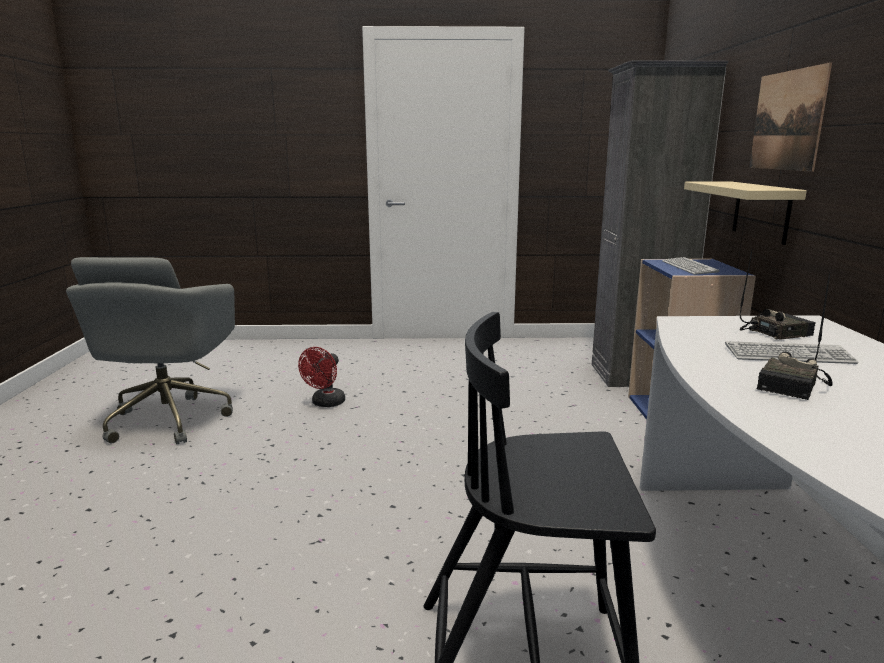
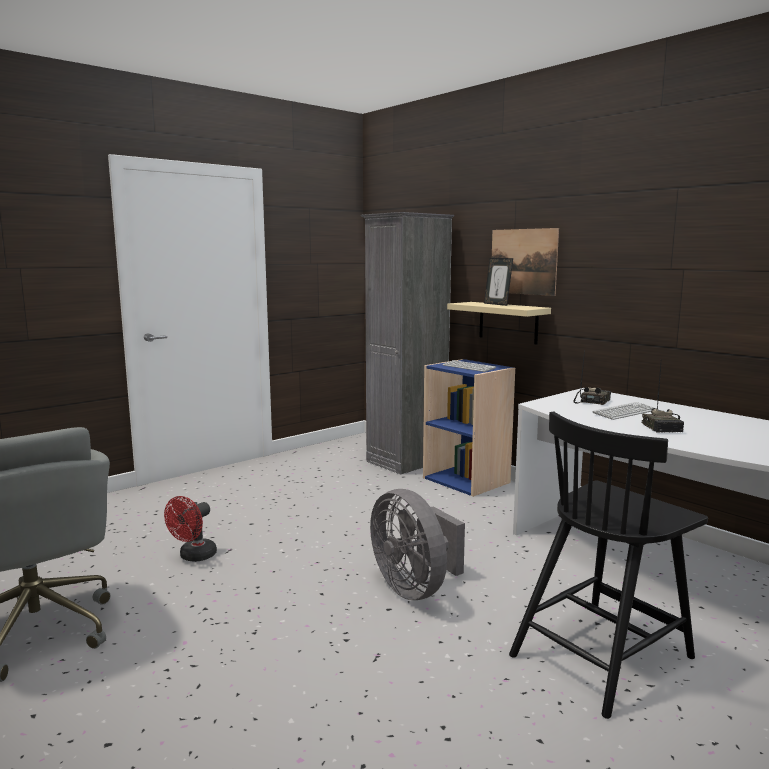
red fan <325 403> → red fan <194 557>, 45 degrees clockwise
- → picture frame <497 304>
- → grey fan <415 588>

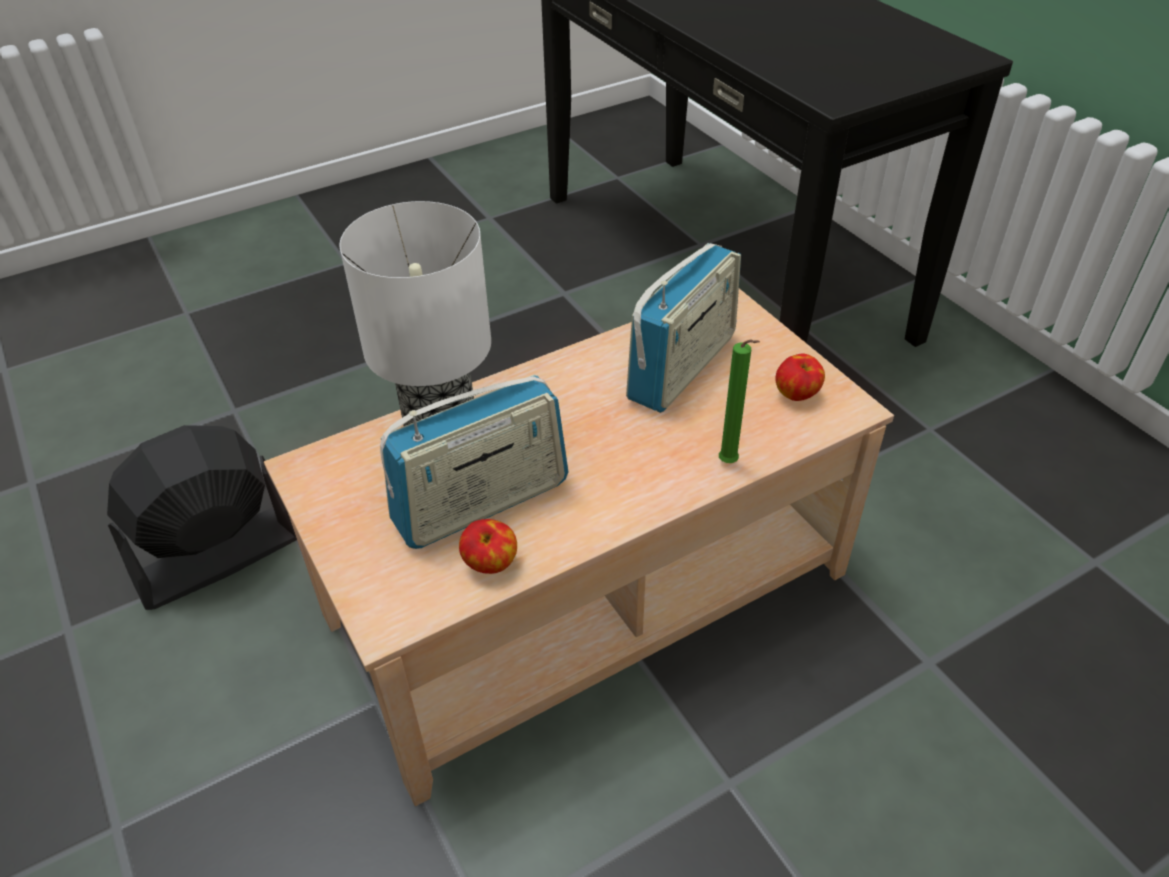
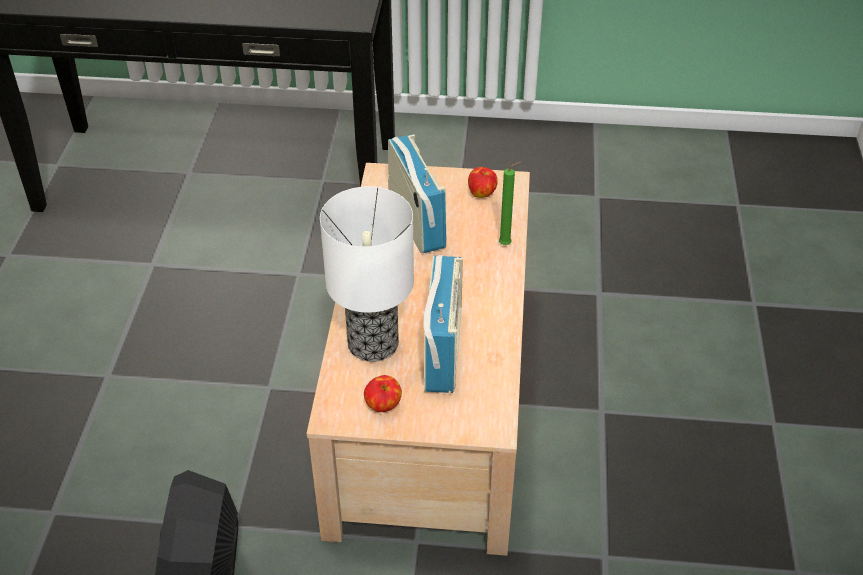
apple <490 564> → apple <383 406>, relocated

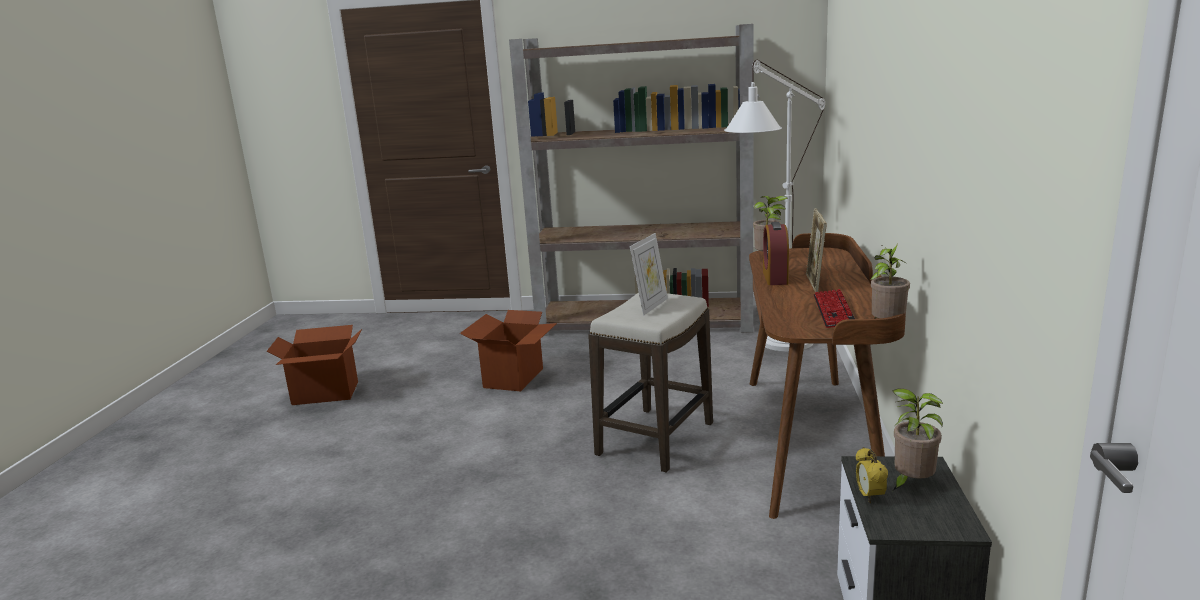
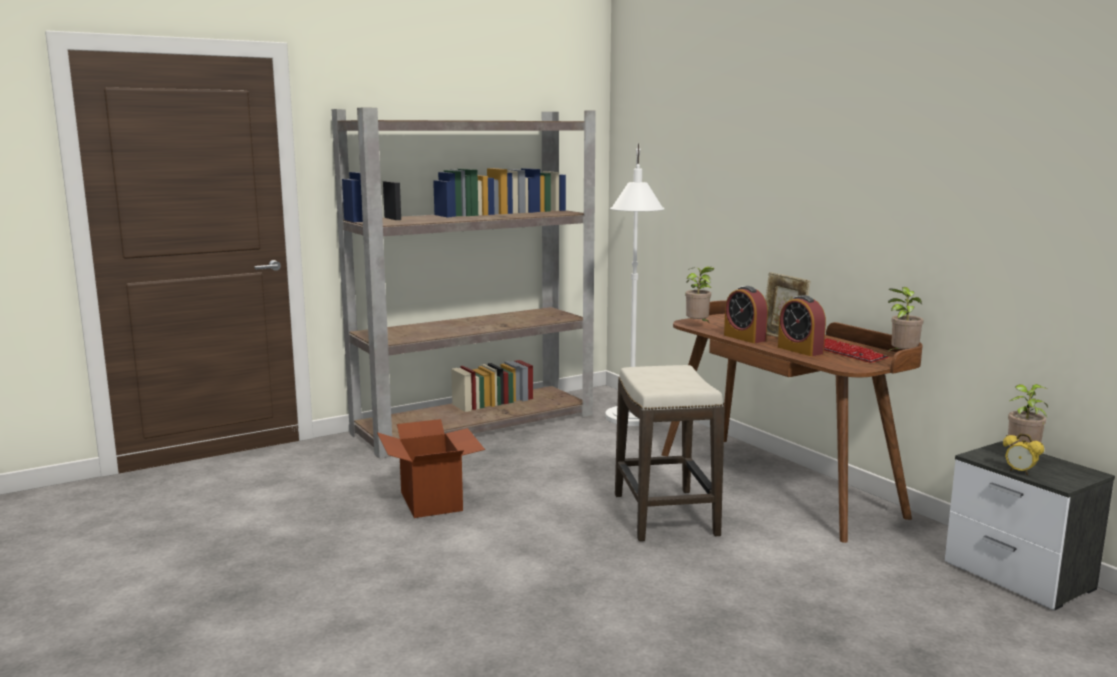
picture frame <650 306> → -
cardboard box <325 394> → -
- → alarm clock <800 350>

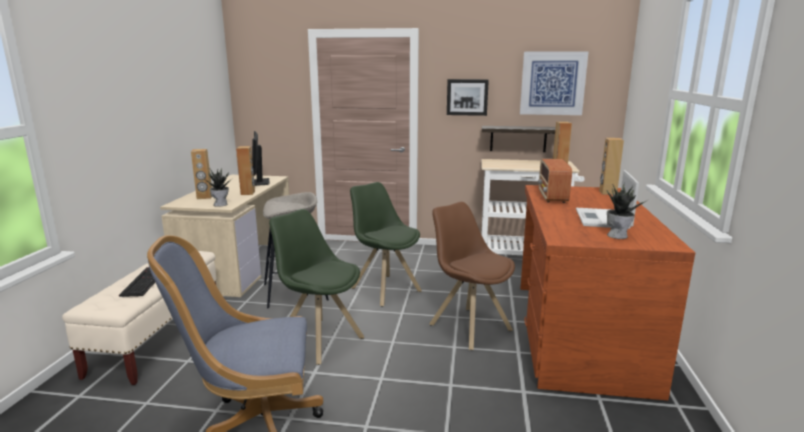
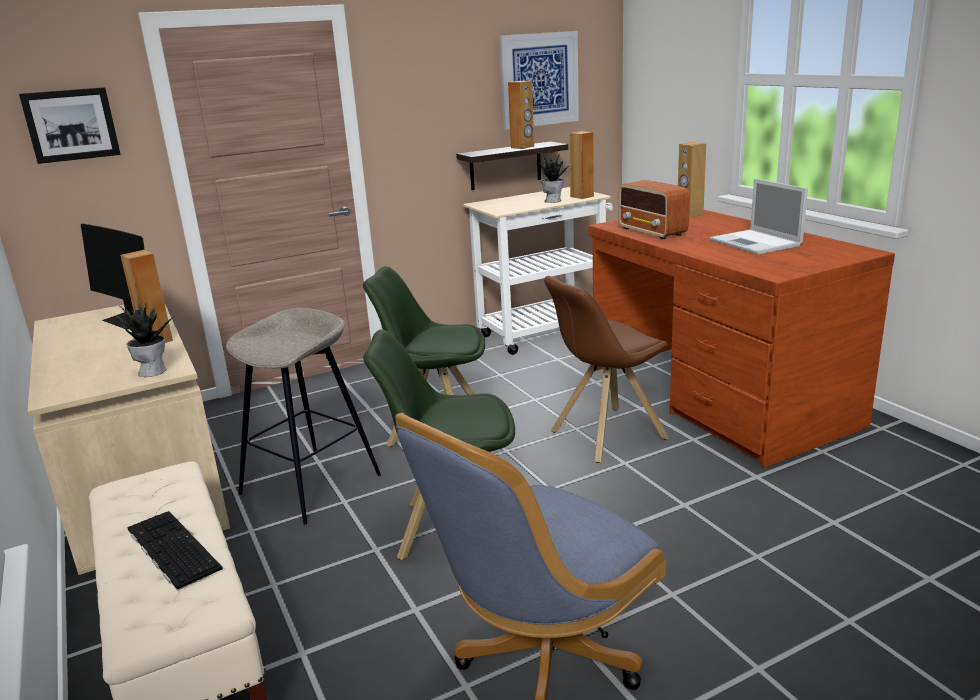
picture <467 97> → picture <71 125>, relocated
brown speaker <204 197> → brown speaker <522 147>, relocated
potted plant <618 235> → potted plant <553 200>, relocated
brown chair <469 327> → brown chair <607 434>, 45 degrees counterclockwise

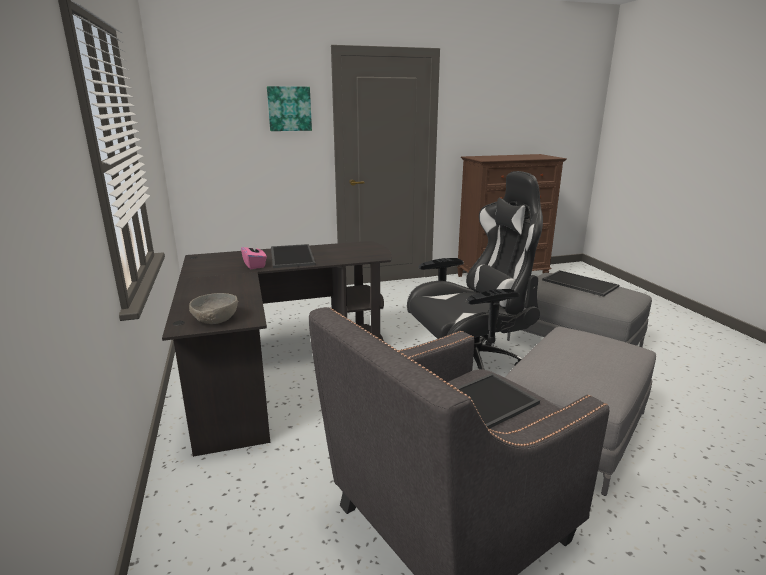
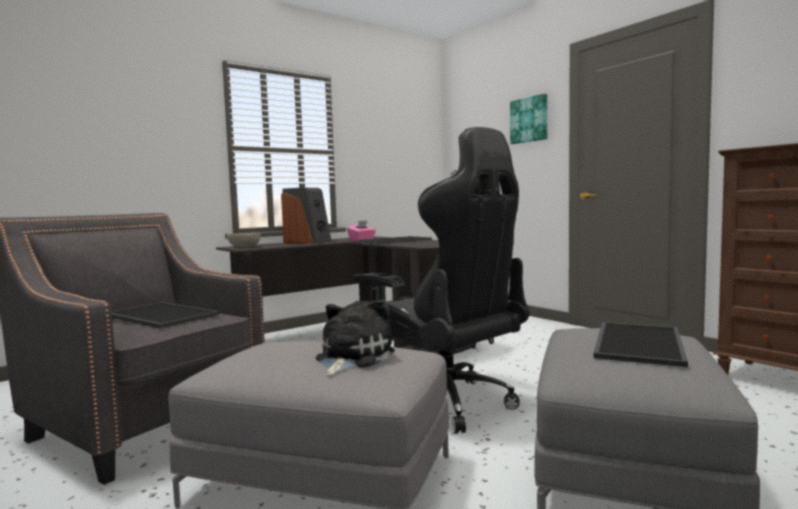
- → speaker <307 242>
- → plush toy <351 358>

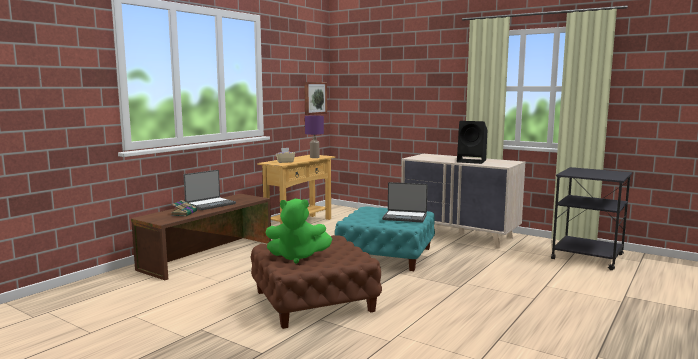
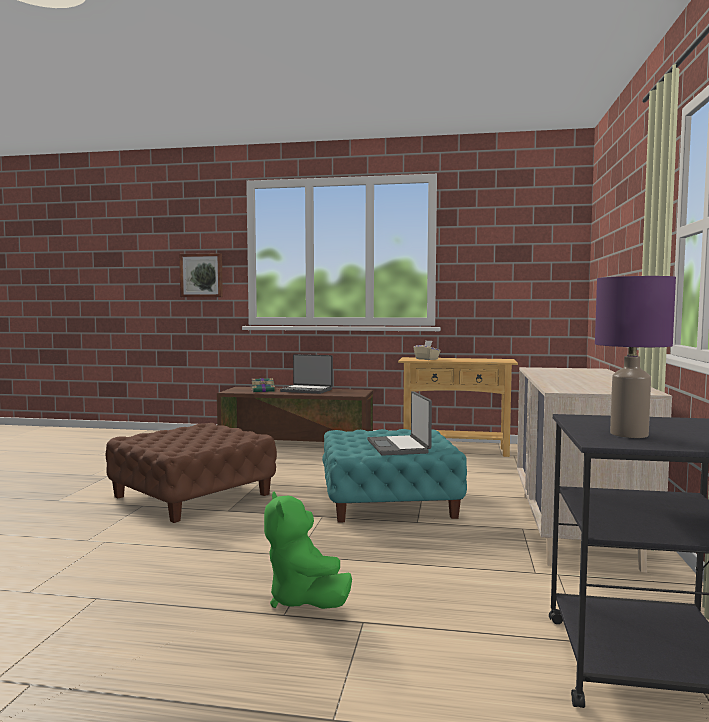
picture <314 98> → picture <201 275>, relocated
purple table lamp <314 157> → purple table lamp <630 434>, relocated
black speaker <472 161> → -
green plush toy <297 257> → green plush toy <304 600>, relocated

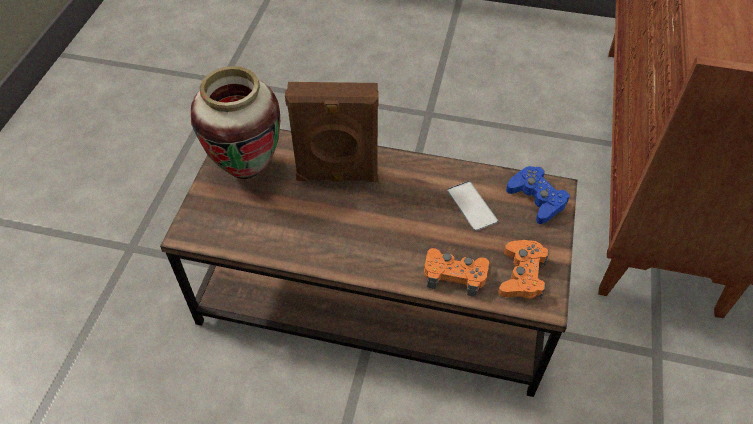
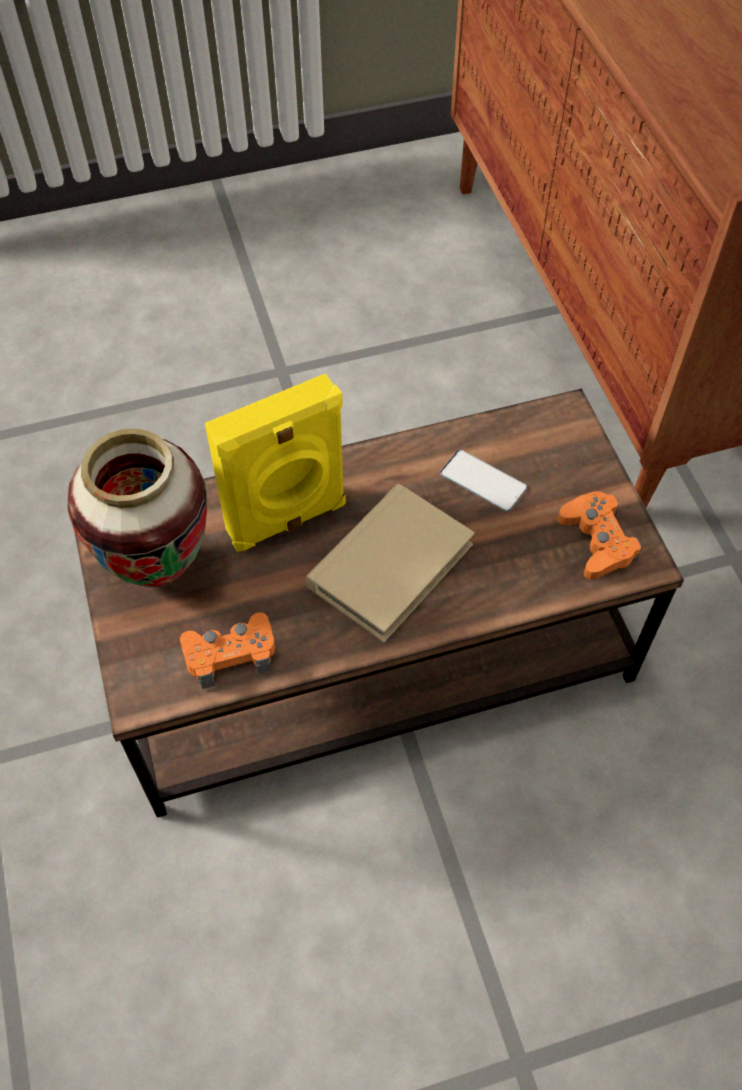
brown speaker <337 176> → yellow speaker <287 520>
blue game controller <536 199> → -
orange game controller <454 275> → orange game controller <230 654>, relocated
- → beige book <390 565>

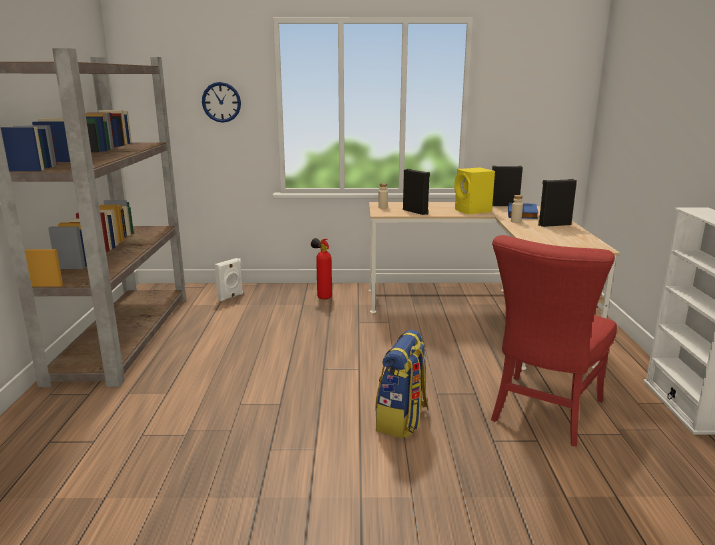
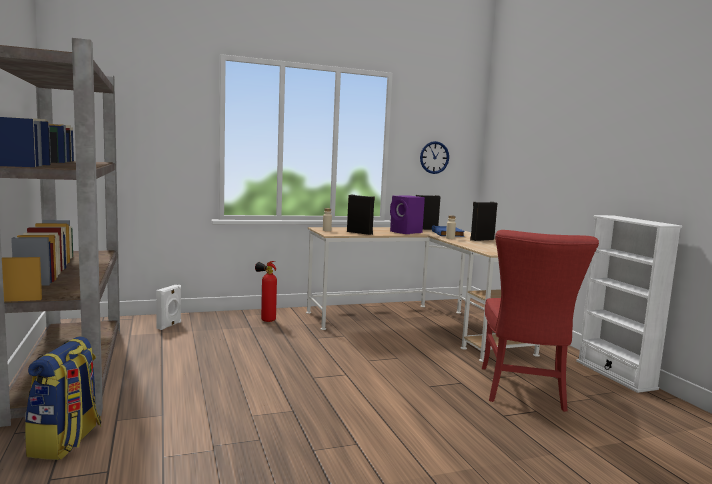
wall clock <221 102> → wall clock <434 157>, relocated
yellow speaker <473 211> → purple speaker <406 232>
backpack <402 421> → backpack <66 442>, relocated

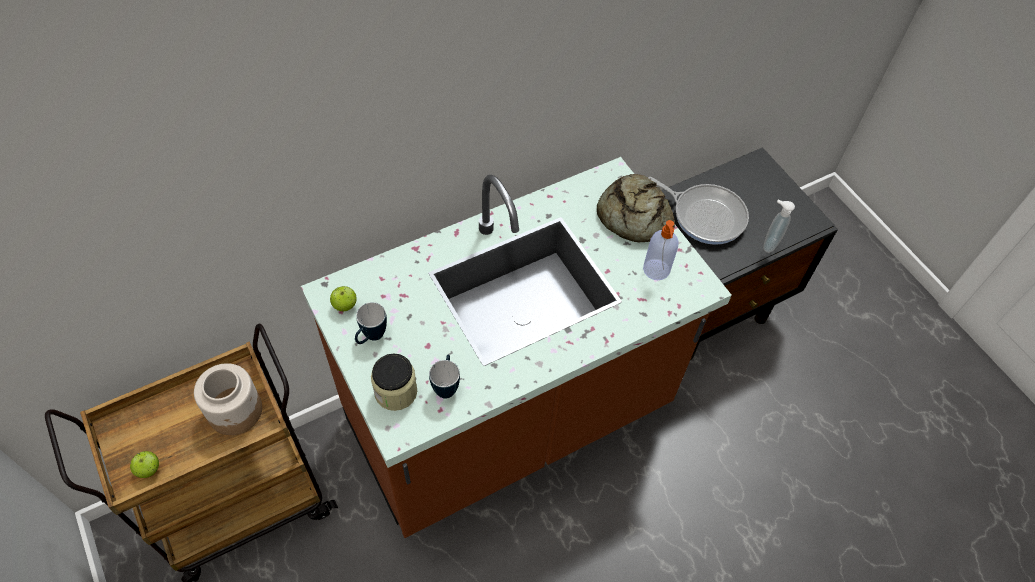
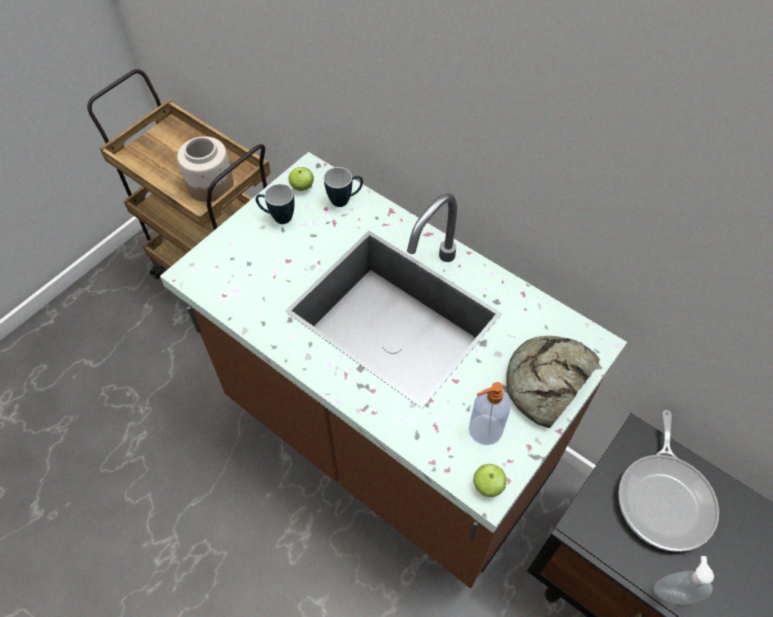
jar <396 392> → -
mug <446 385> → mug <345 200>, relocated
apple <149 469> → apple <488 486>, relocated

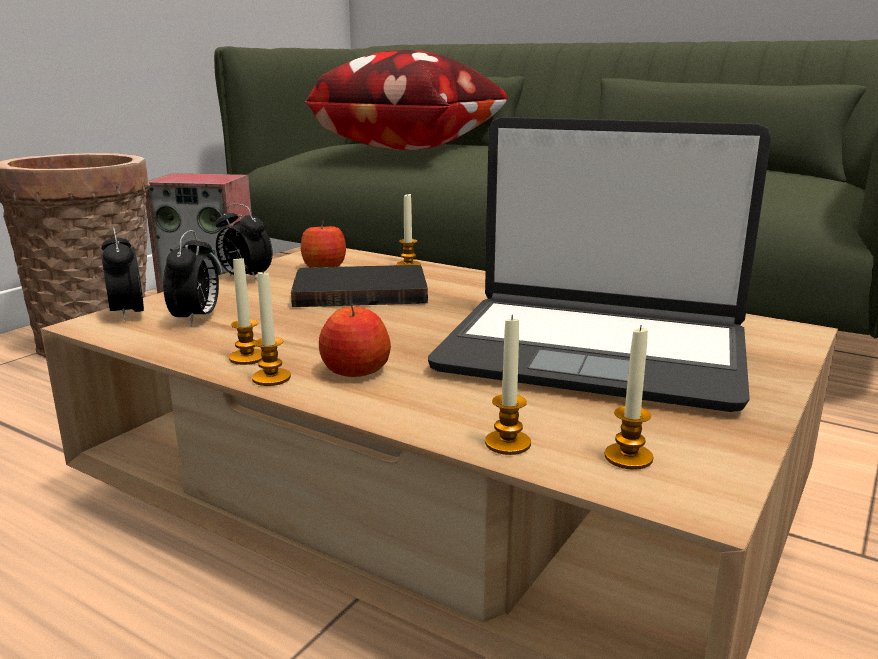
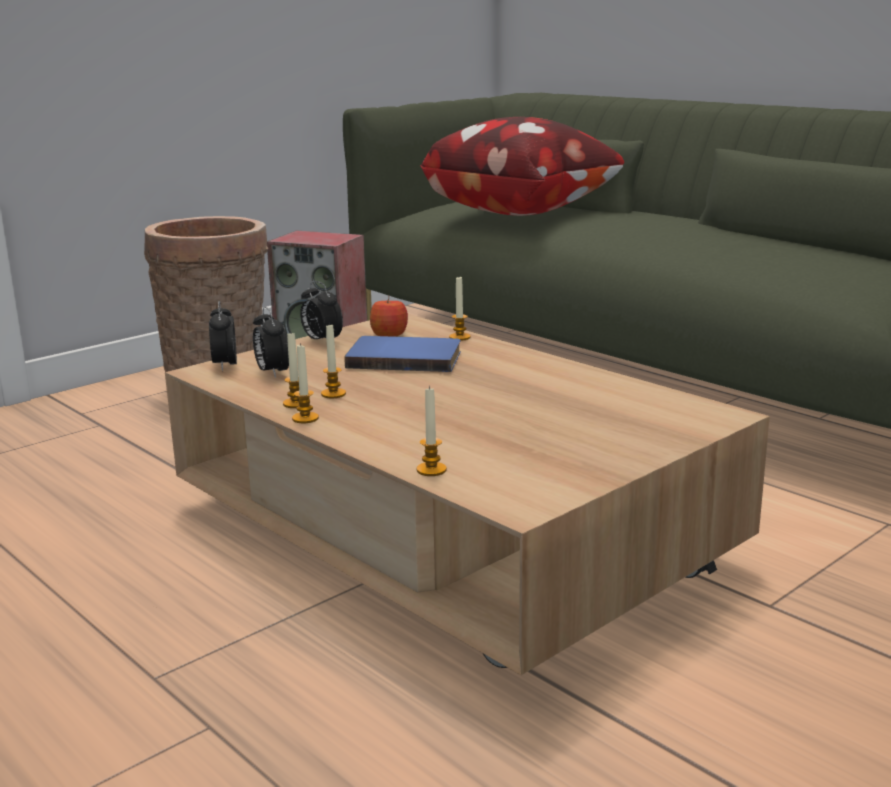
laptop <594 351> → -
alarm clock <196 319> → alarm clock <272 372>, 135 degrees clockwise
black book <360 291> → blue book <405 358>
apple <355 371> → -
candle <628 457> → candle <333 394>, relocated

